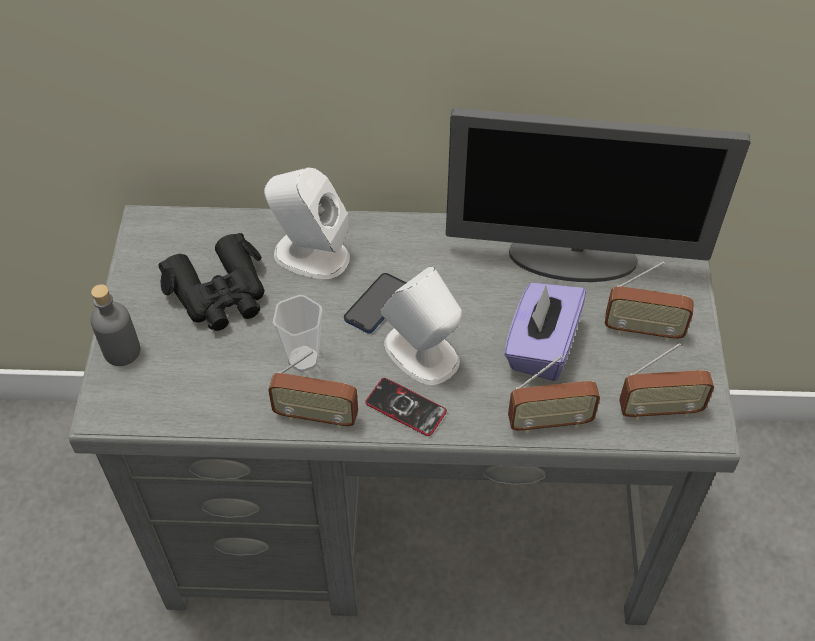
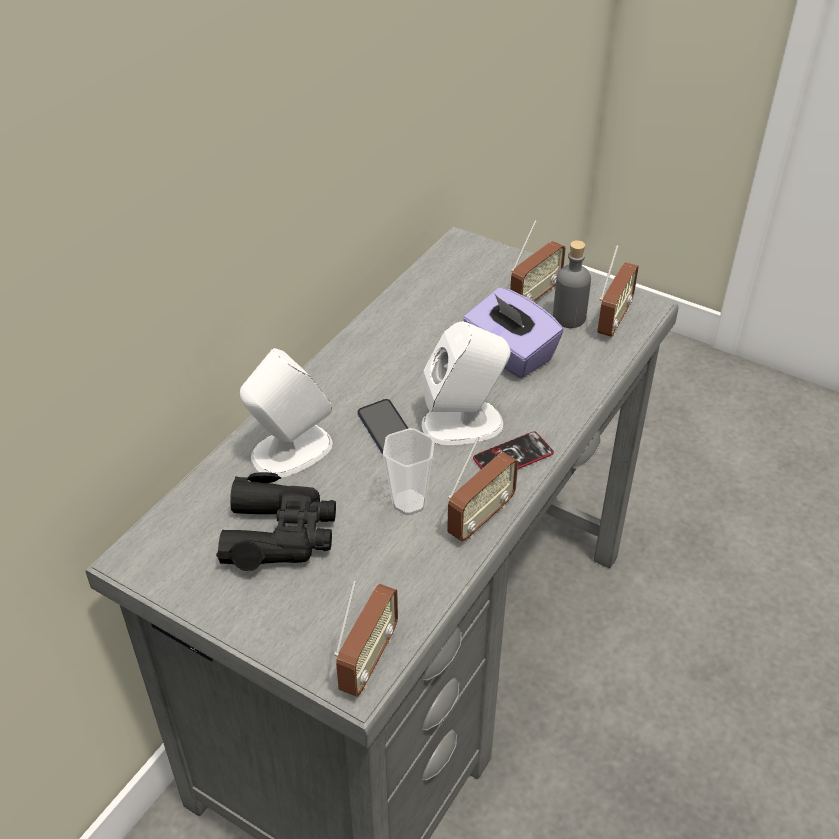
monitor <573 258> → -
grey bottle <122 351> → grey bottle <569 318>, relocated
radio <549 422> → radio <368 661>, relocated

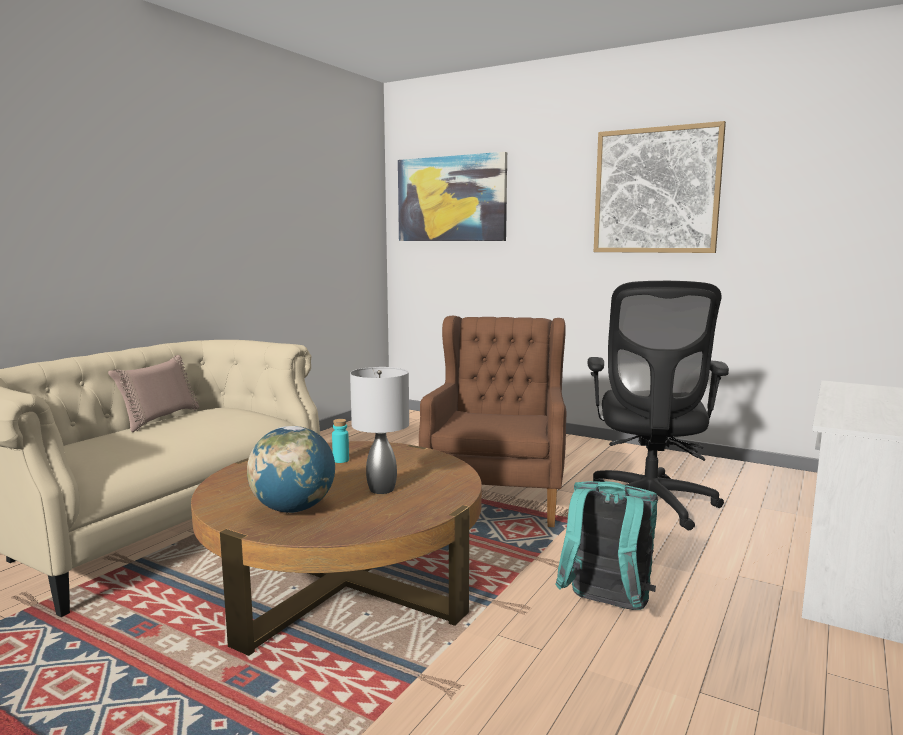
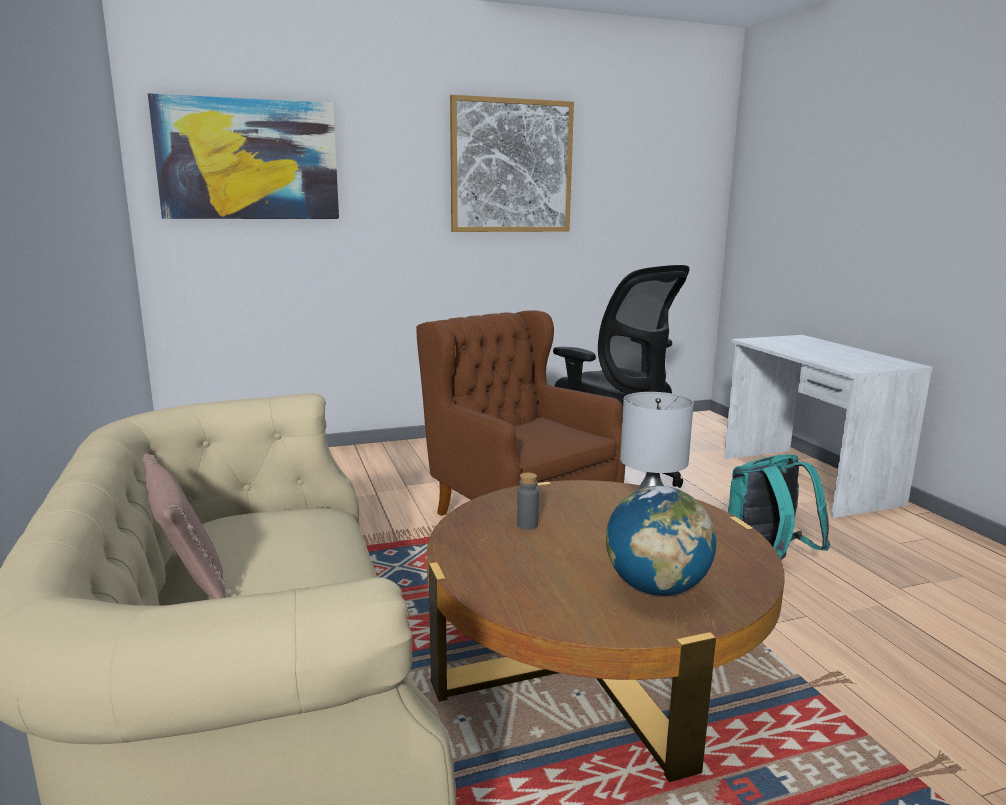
turquoise bottle <341 460> → grey bottle <527 525>

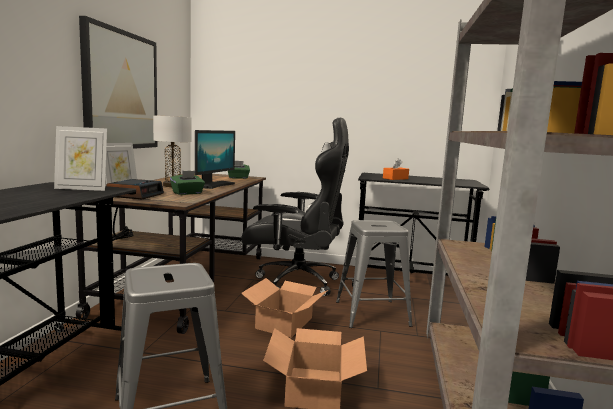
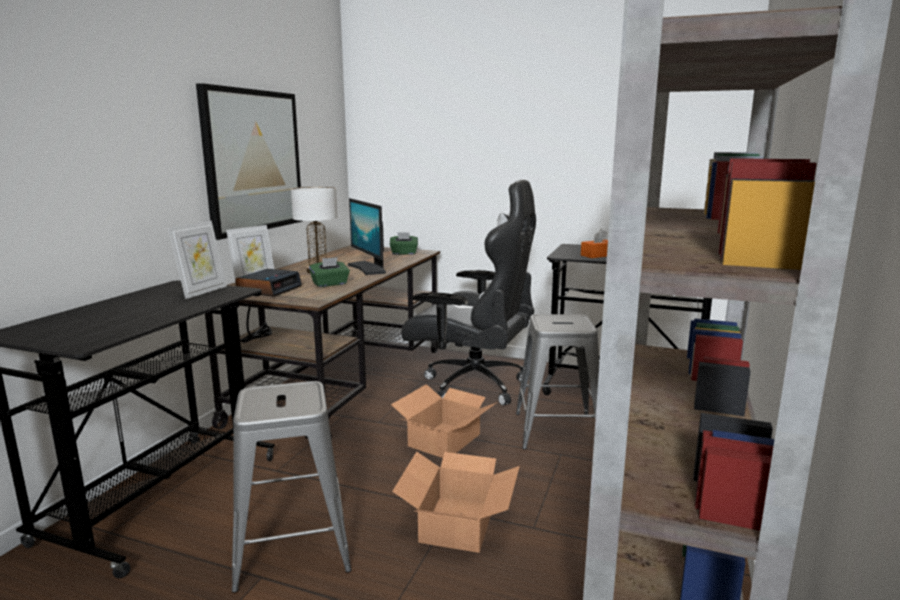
picture frame <82 189> → picture frame <202 292>, 75 degrees counterclockwise
monitor <214 185> → monitor <368 268>, 120 degrees clockwise

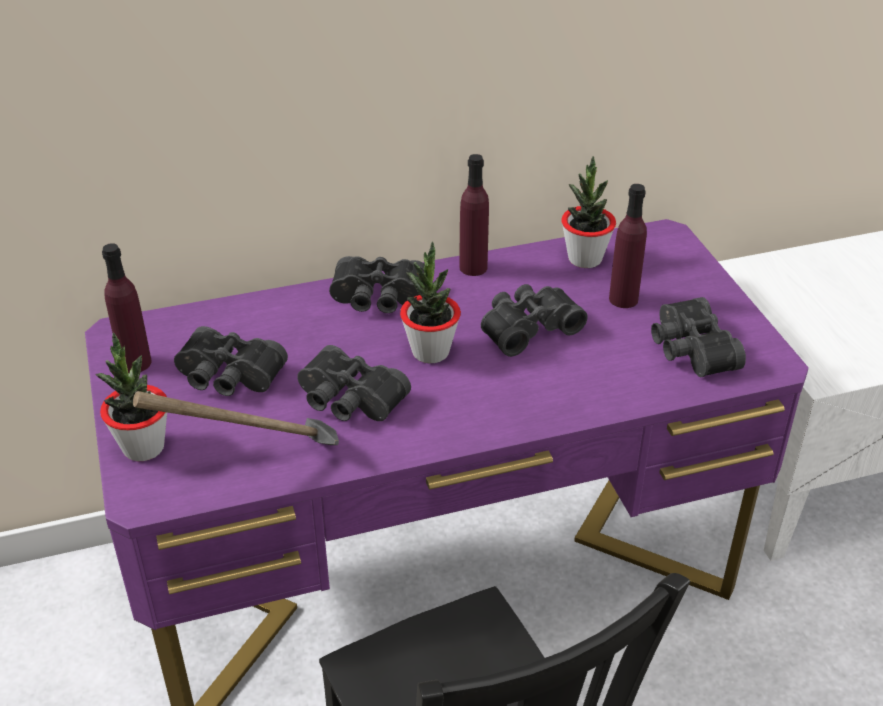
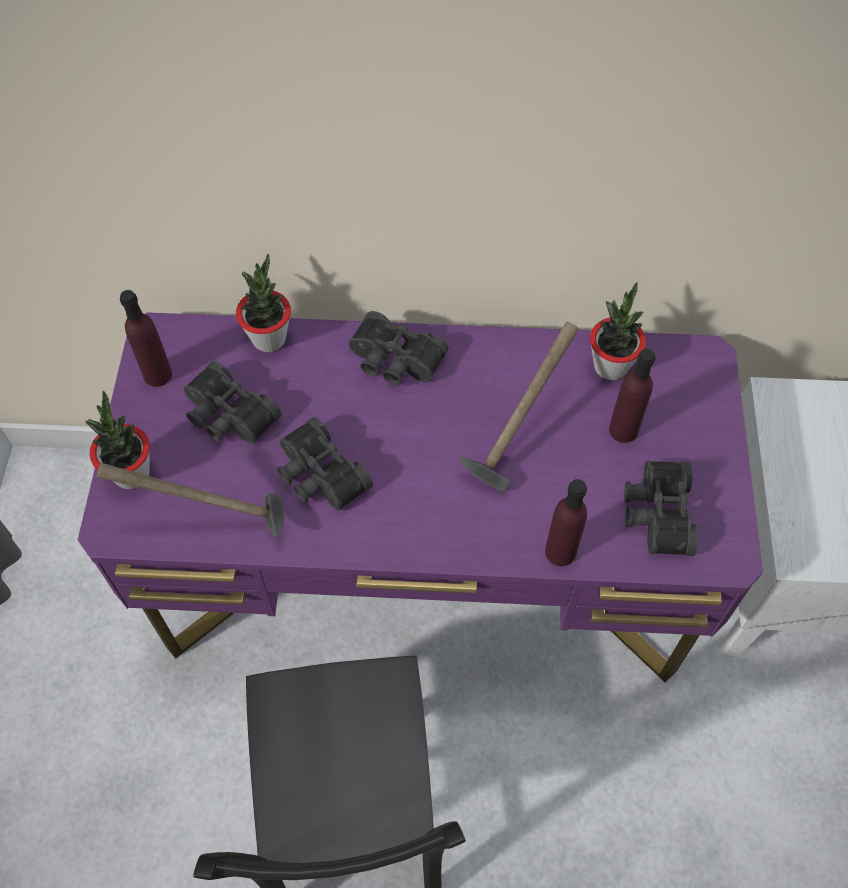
purple bottle <473 267> → purple bottle <560 551>, relocated
potted plant <430 351> → potted plant <269 338>, relocated
black binoculars <527 327> → hammer <515 438>

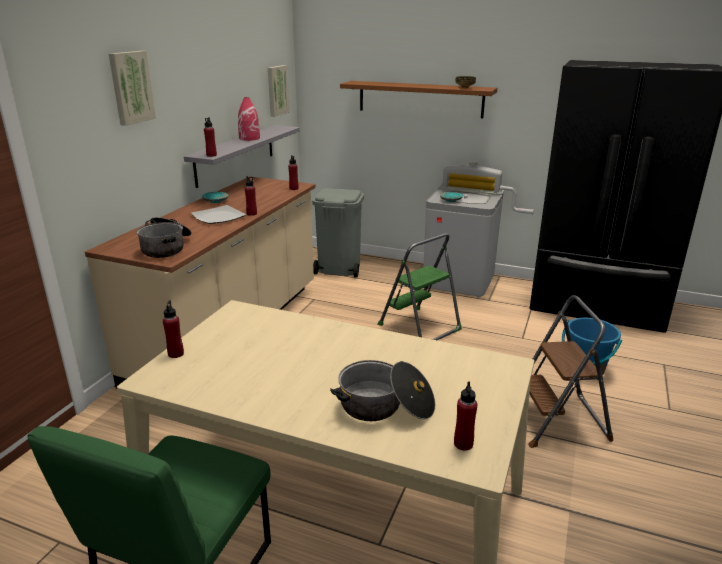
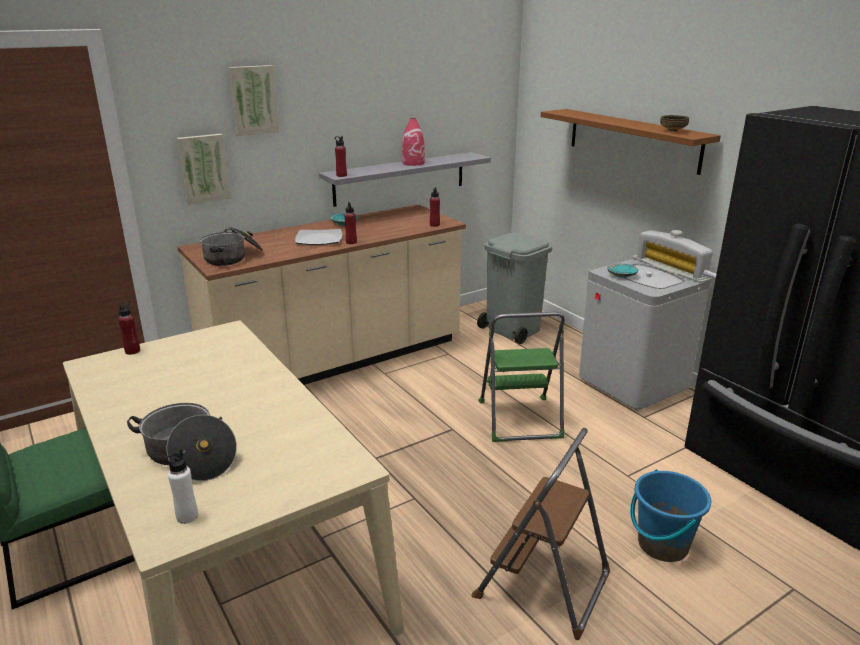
picture <276 90> → picture <203 168>, relocated
red bottle <463 444> → white bottle <187 516>

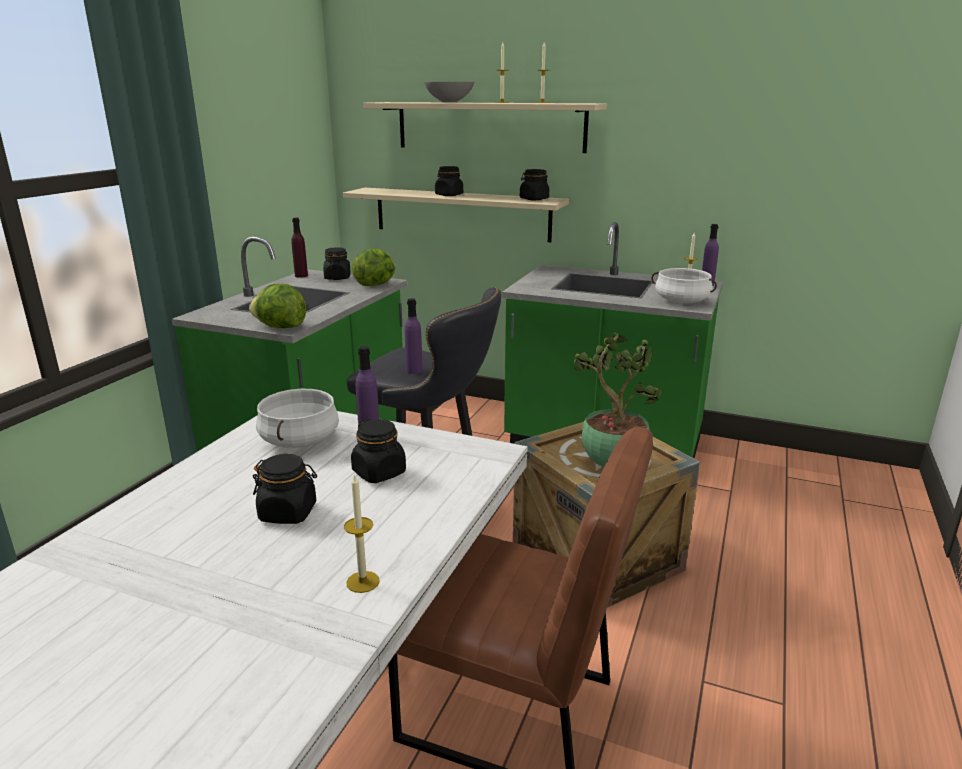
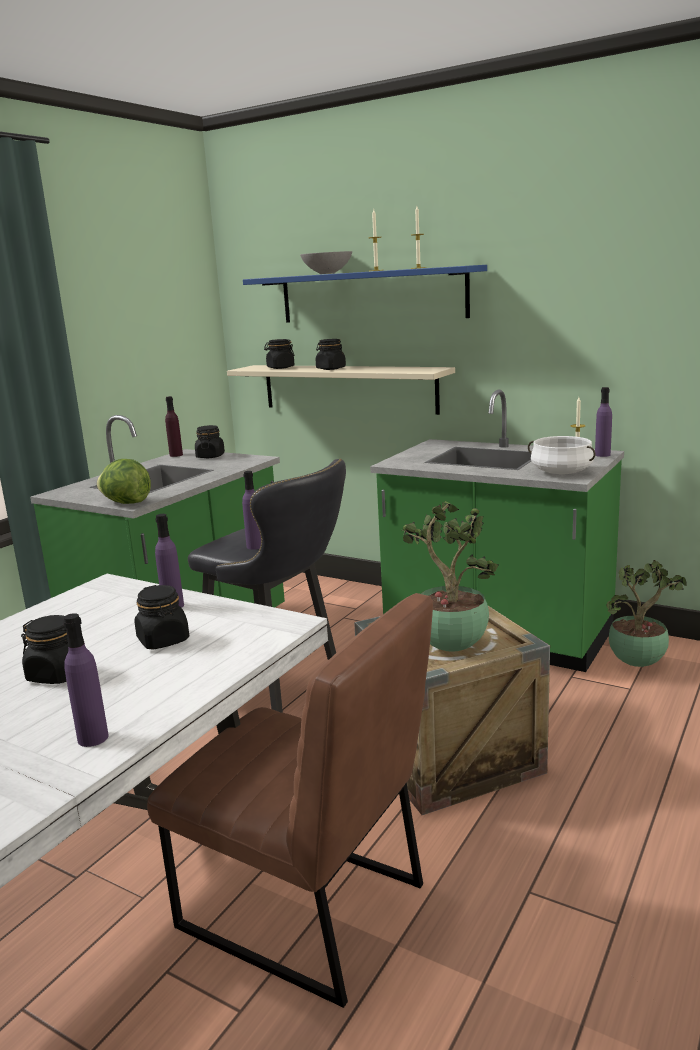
beige shelf <489 126> → blue shelf <371 296>
black jar <534 199> → black jar <280 368>, relocated
lettuce <376 285> → -
white cooking pot <300 440> → -
candle <363 582> → purple bottle <93 738>
- → potted plant <638 663>

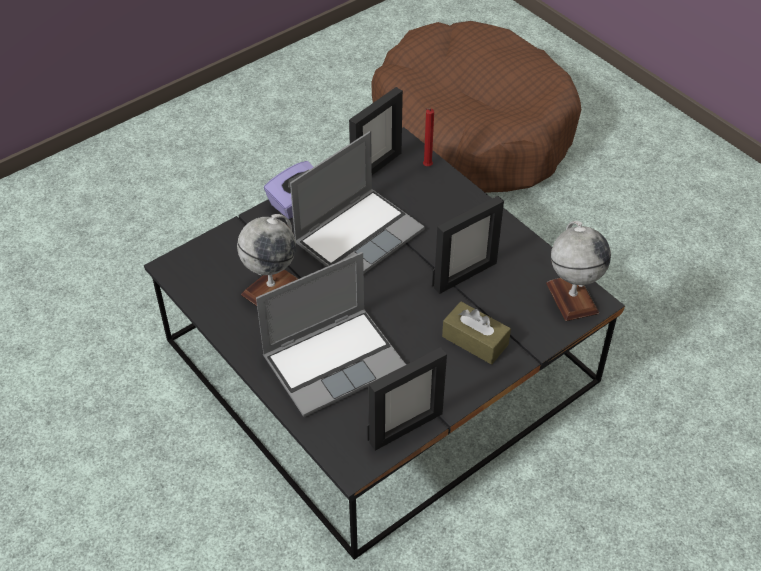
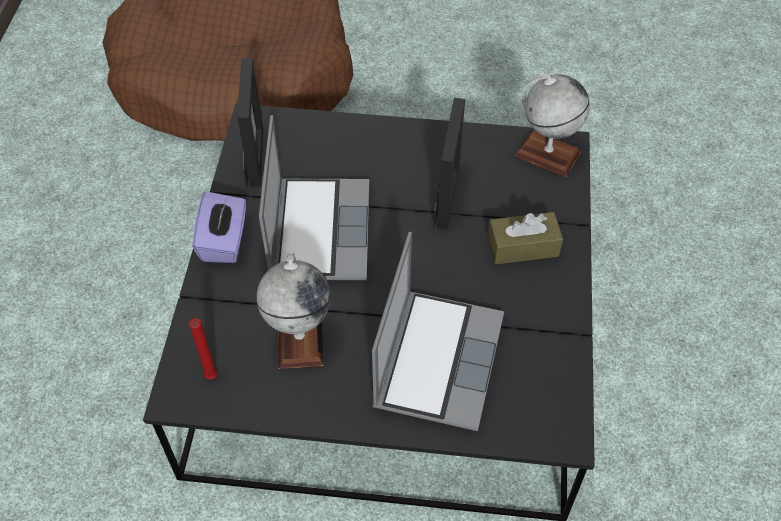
red candle <426 167> → red candle <211 378>, relocated
picture frame <405 427> → -

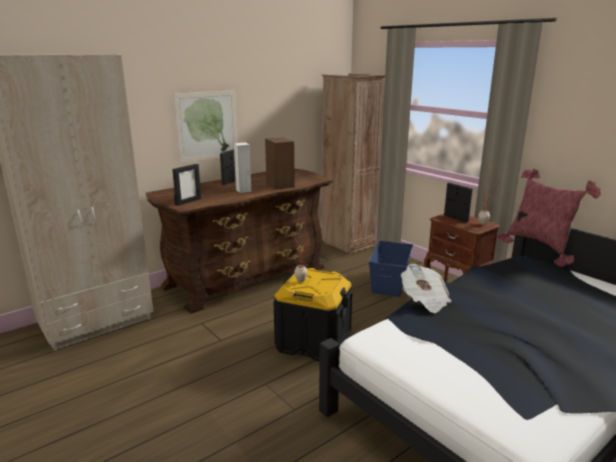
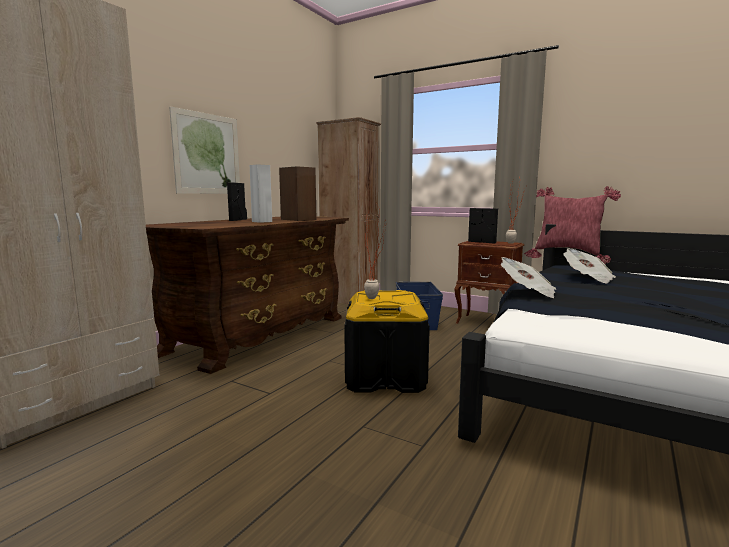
picture frame <188 201> → -
- → newspaper <588 278>

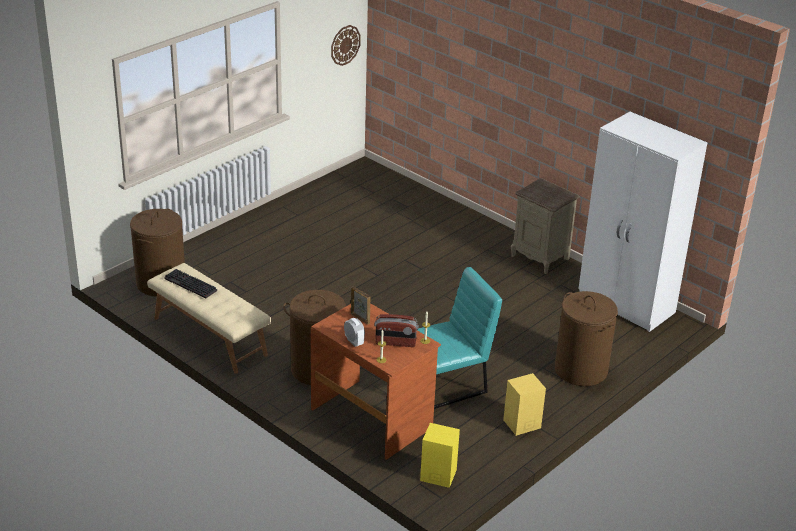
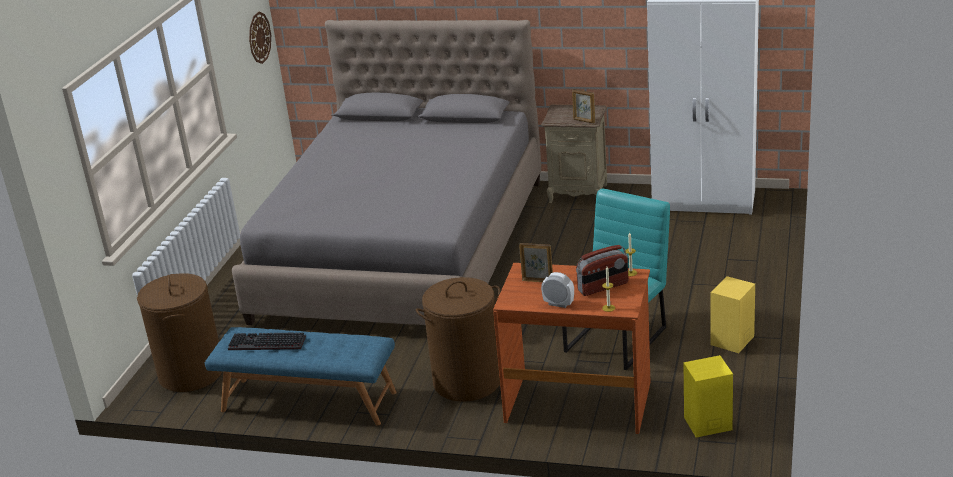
beige bench <209 336> → blue bench <308 402>
brown laundry basket <580 370> → -
- → grey bed <405 248>
- → picture frame <584 121>

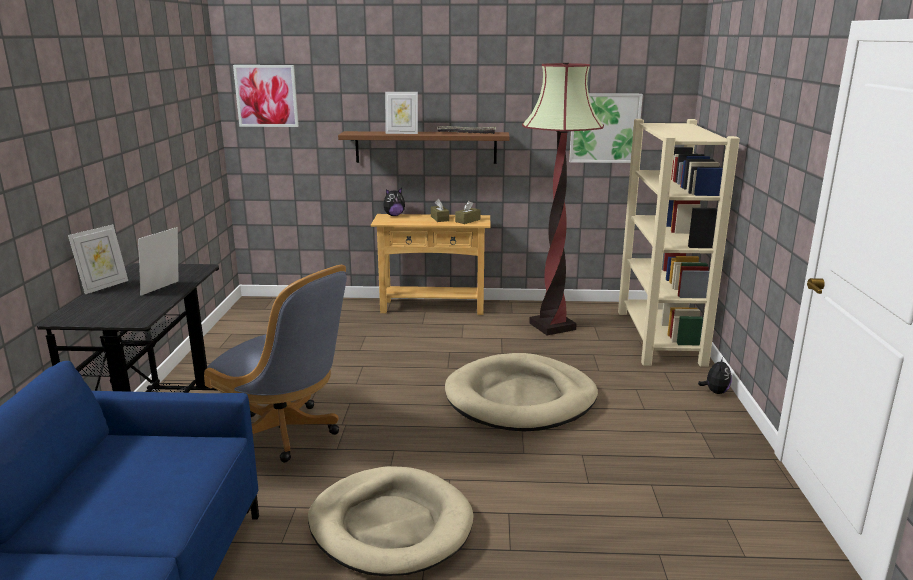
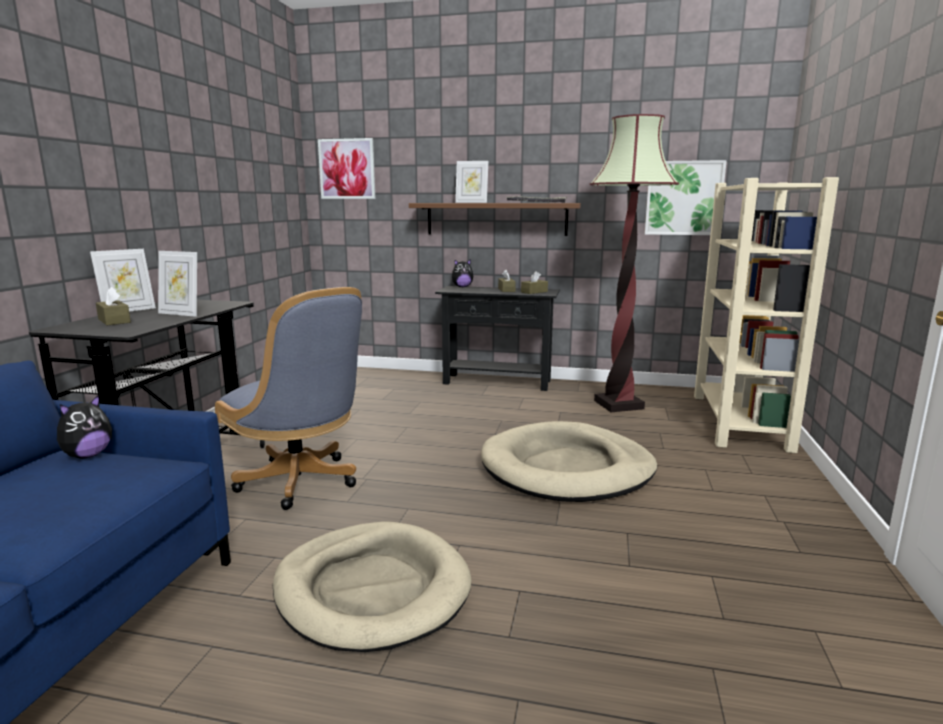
beige console table <433 307> → black console table <497 382>
picture frame <163 289> → picture frame <181 314>, 105 degrees counterclockwise
plush toy <715 392> → plush toy <87 455>, relocated
- → brown tissue box <114 321>

